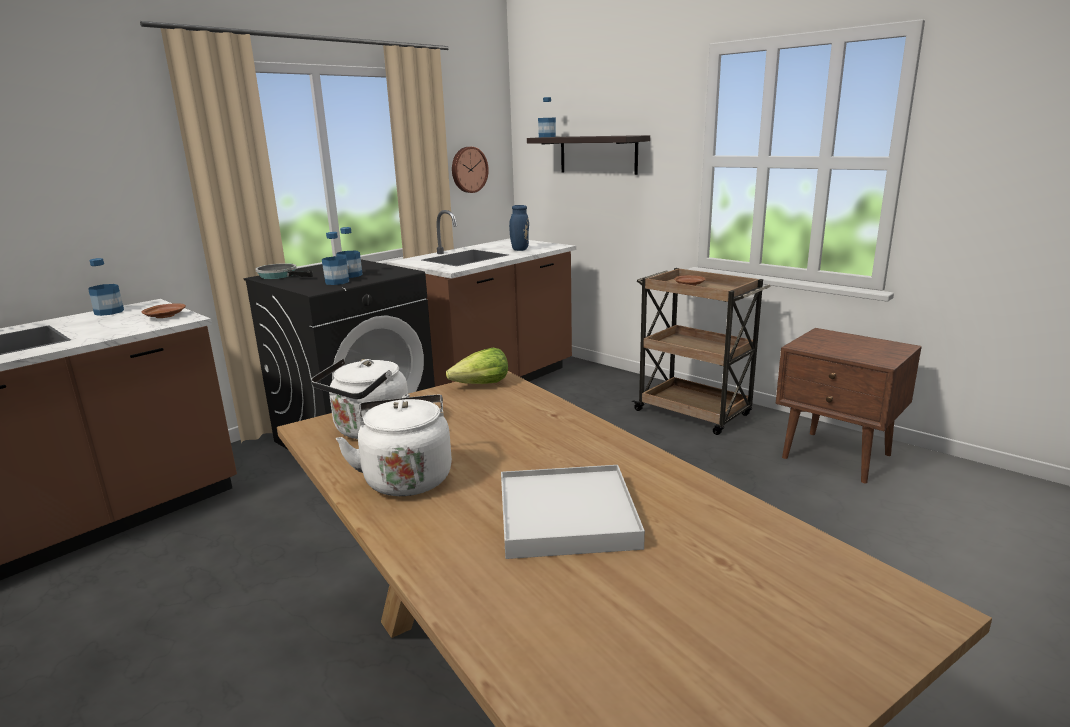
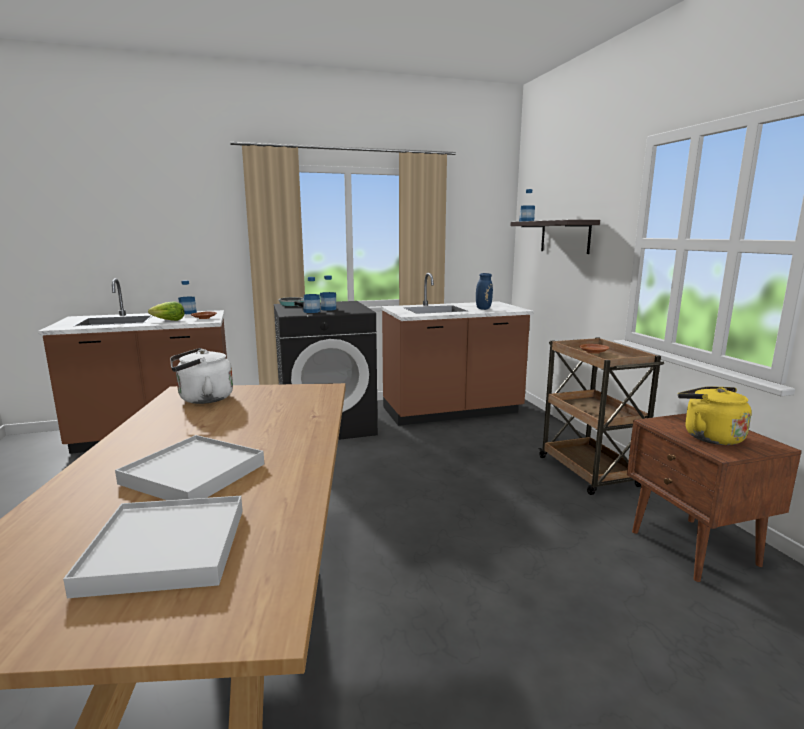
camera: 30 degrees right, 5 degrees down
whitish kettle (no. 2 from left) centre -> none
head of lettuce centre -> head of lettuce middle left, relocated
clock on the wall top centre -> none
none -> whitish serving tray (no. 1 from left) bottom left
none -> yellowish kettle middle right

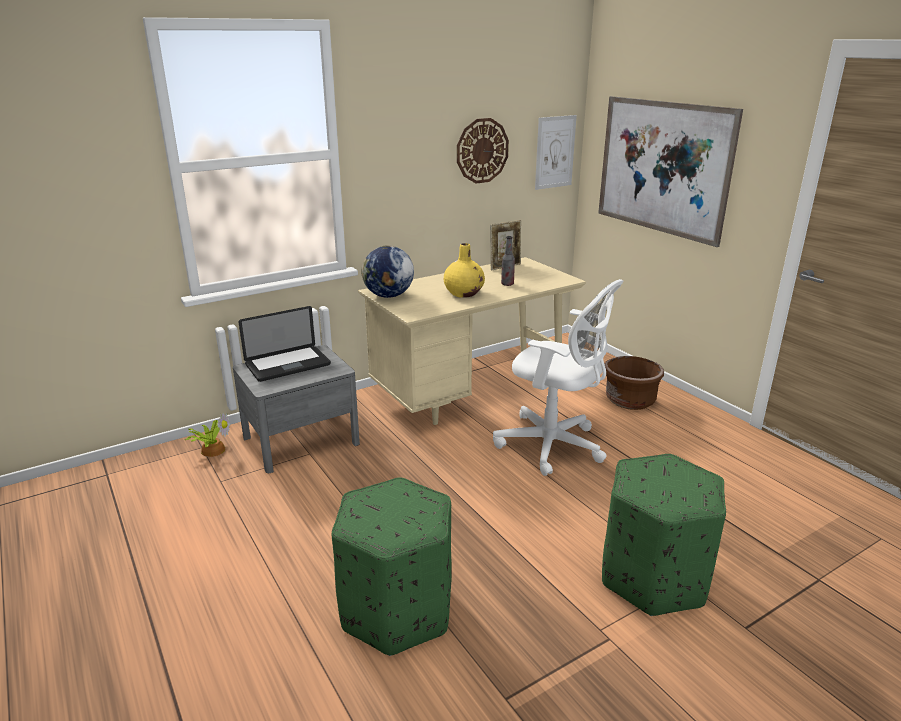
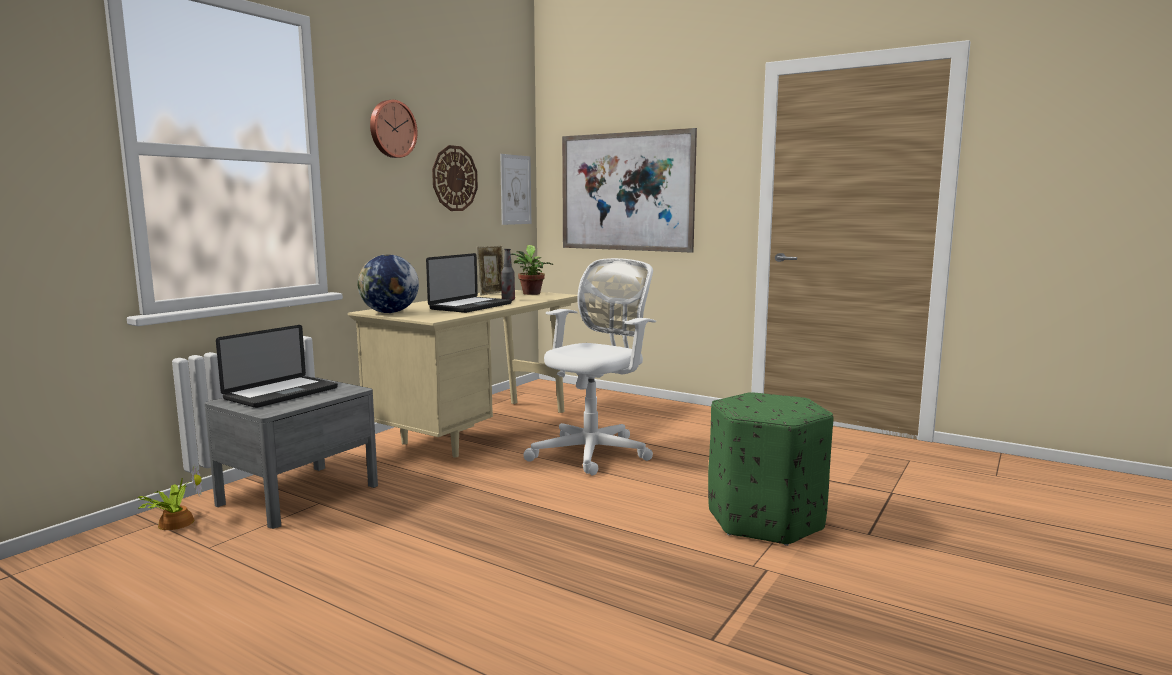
camera: 25 degrees left, 15 degrees down
green pouffe (no. 1 from left) bottom centre -> none
yellowish flower vase centre -> portable computer (no. 2 from left) centre
whitish office chair centre, 60 degrees counterclockwise
brown planter middle right -> none
none -> clock on the wall (no. 1 from left) top centre
none -> potted plant (no. 2 from left) centre

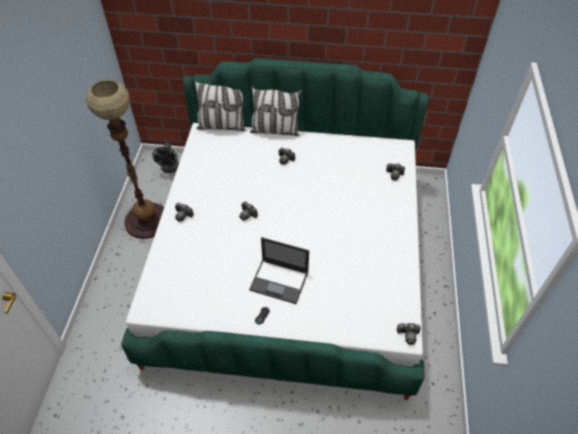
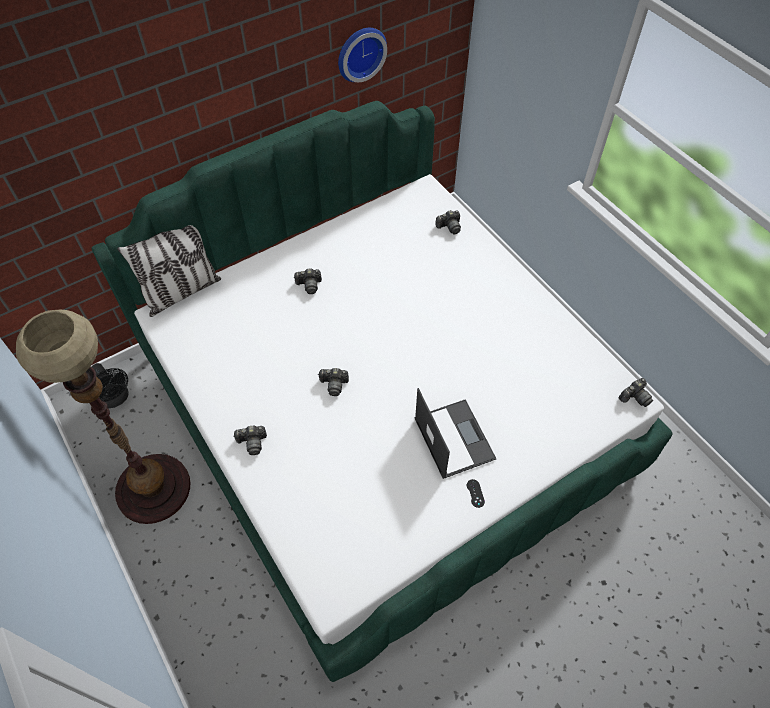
camera: 40 degrees left, 5 degrees up
portable computer centre, 90 degrees counterclockwise
pillow (no. 2 from left) top centre -> none
none -> clock on the wall top centre

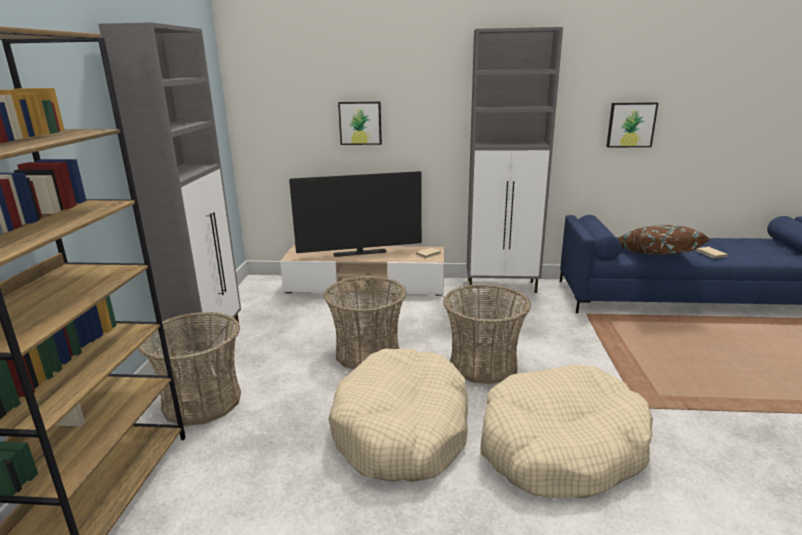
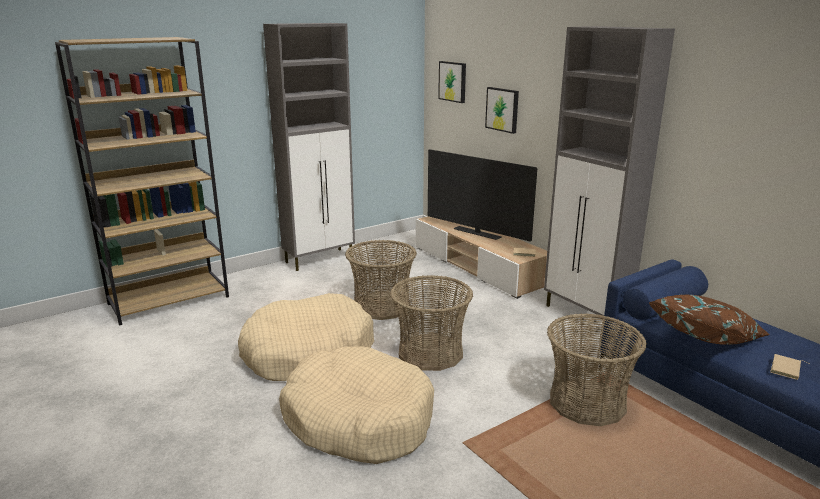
camera: 50 degrees right, 0 degrees up
basket (no. 1 from left in the first image) bottom left -> basket (no. 3 from left) bottom right, relocated
wall picture (no. 2 from left in the first image) top right -> wall picture (no. 1 from left) top centre, relocated

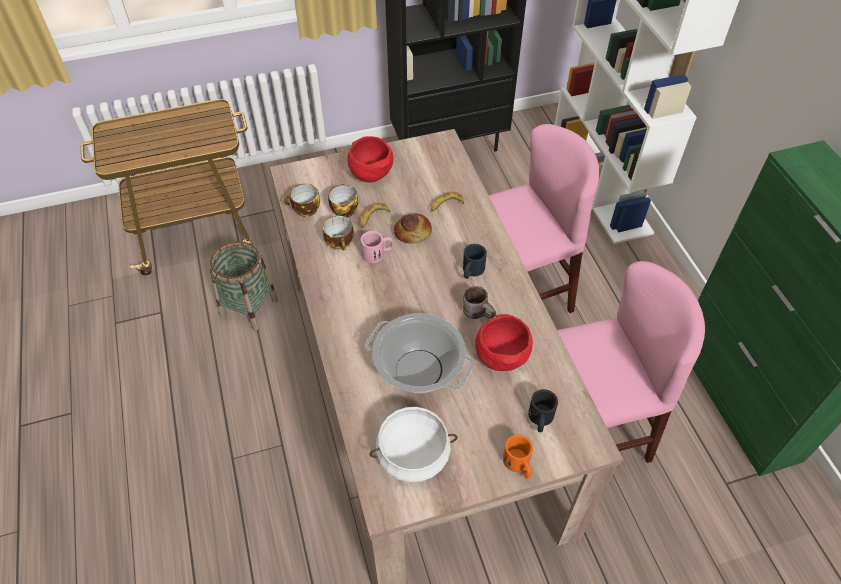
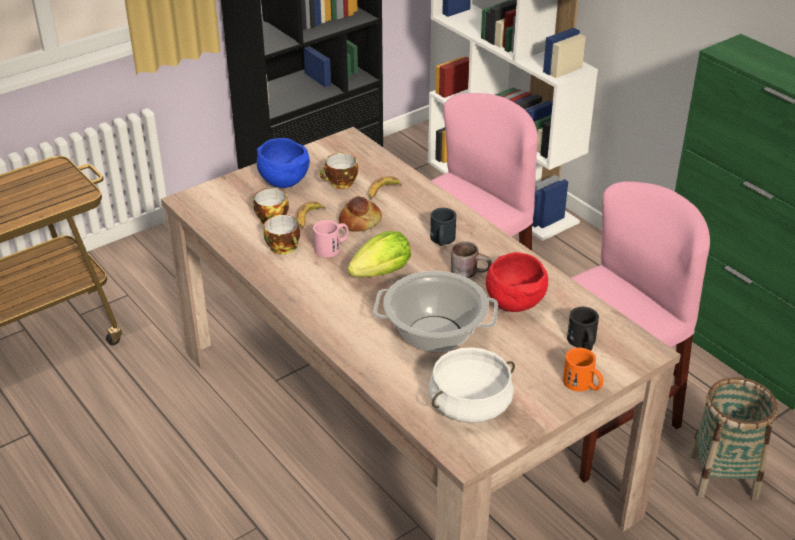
camera: 20 degrees left, 15 degrees down
basket middle left -> basket bottom right, relocated
small cup (no. 1 from left in the first image) centre -> small cup (no. 3 from left) top centre, relocated
reddish bowl (no. 1 from left) top centre -> blue-coloured bowl top centre
none -> head of lettuce centre

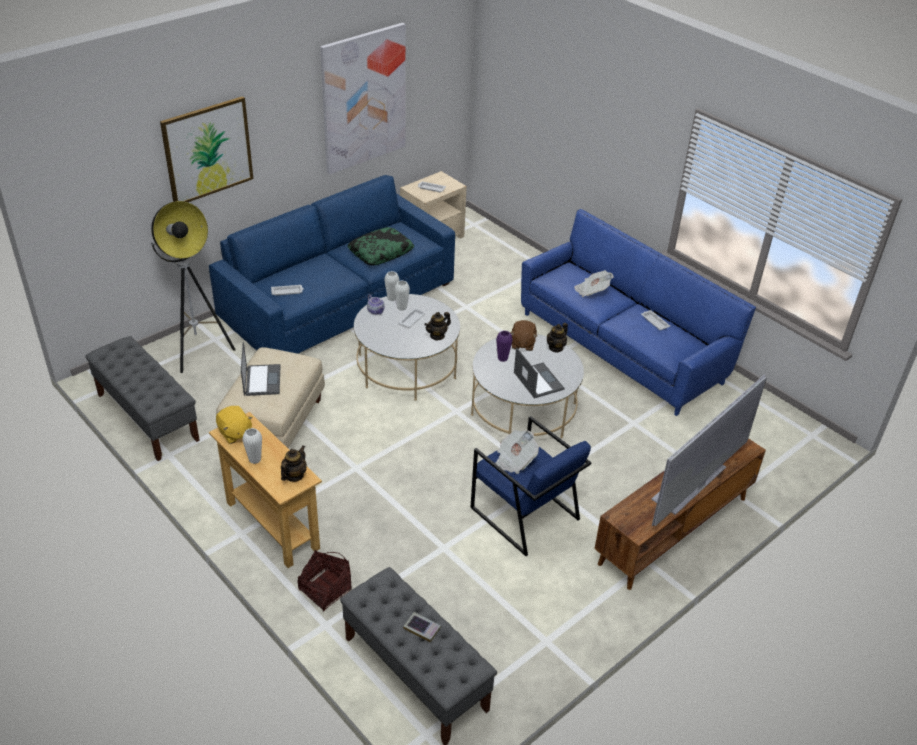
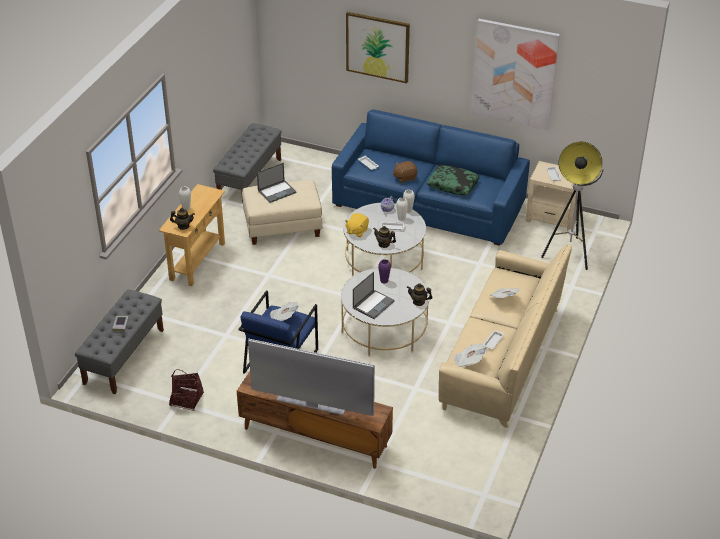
camera: 65 degrees right, 0 degrees up
standing lamp middle left -> standing lamp middle right, relocated
yellowish cuddly toy middle left -> yellowish cuddly toy centre, relocated
basket bottom centre -> basket bottom left, relocated
brown cuddly toy centre -> brown cuddly toy top centre, relocated
blue-coloured settee (no. 2 from left) middle right -> beige settee middle right
none -> printed paper (no. 2 from left) centre

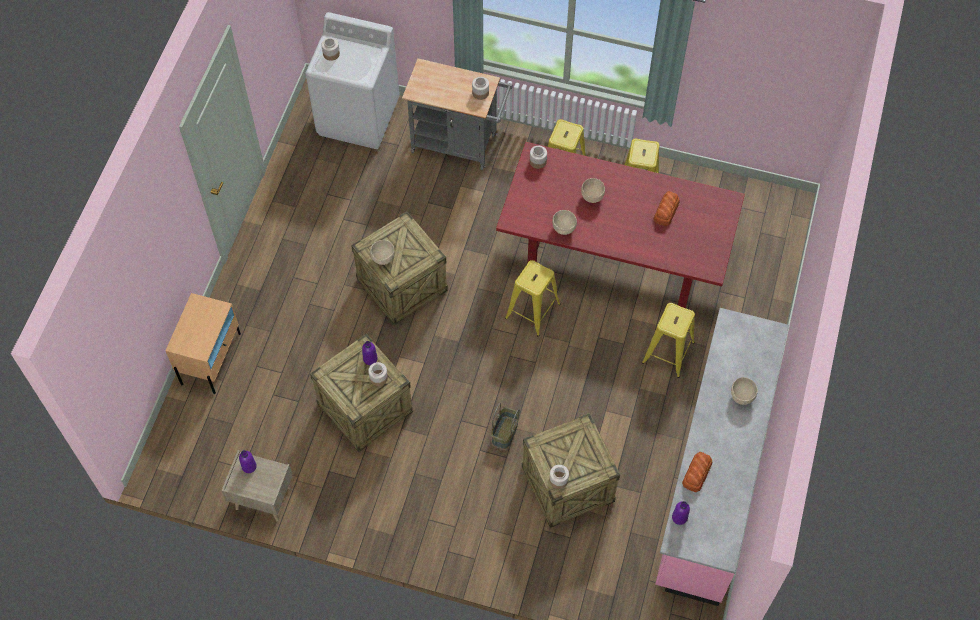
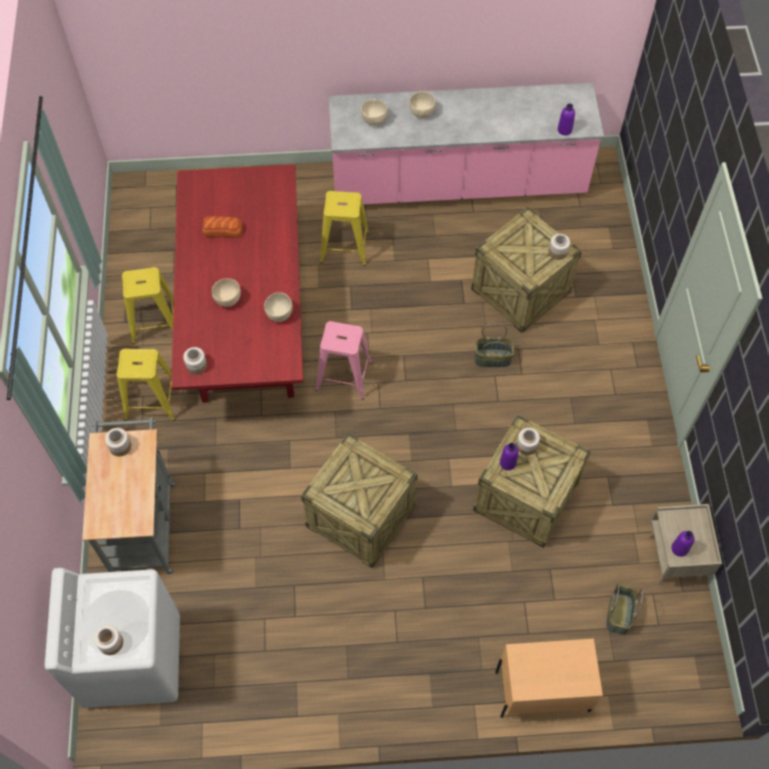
camera: 110 degrees left, 0 degrees up
beige bowl (no. 1 from left in the first image) centre -> beige bowl (no. 3 from left) top centre, relocated
yellowish stool seat (no. 1 from left) centre -> pink-coloured stool seat centre
baked bread (no. 2 from left) bottom right -> none
none -> basket (no. 2 from left) bottom right

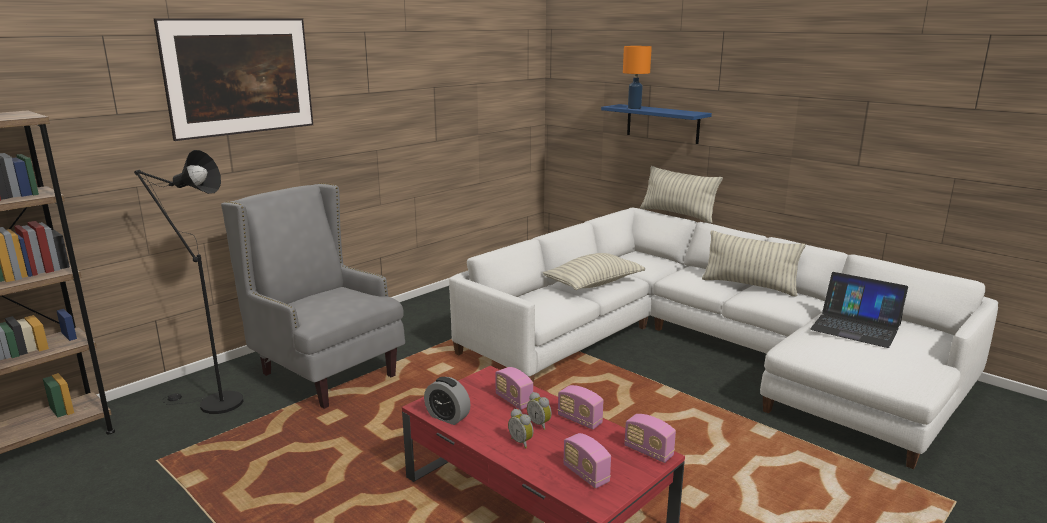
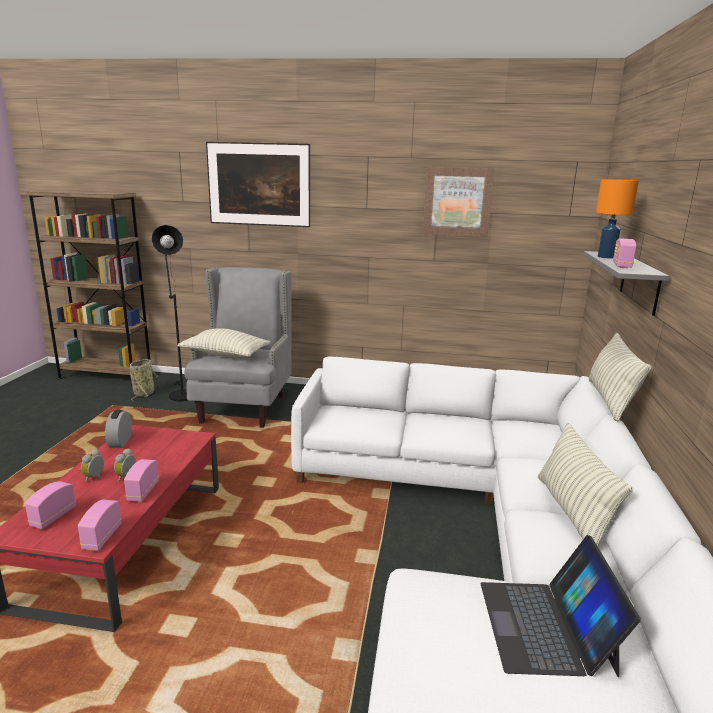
camera: 55 degrees right, 0 degrees up
radio (no. 1 from left in the first image) bottom centre -> radio (no. 4 from left) middle right, relocated
pillow (no. 1 from left) centre -> pillow (no. 1 from left) middle left, relocated
blue-coloured shelf top centre -> greyish shelf middle right
none -> basket middle left
none -> wall picture (no. 2 from left) top centre

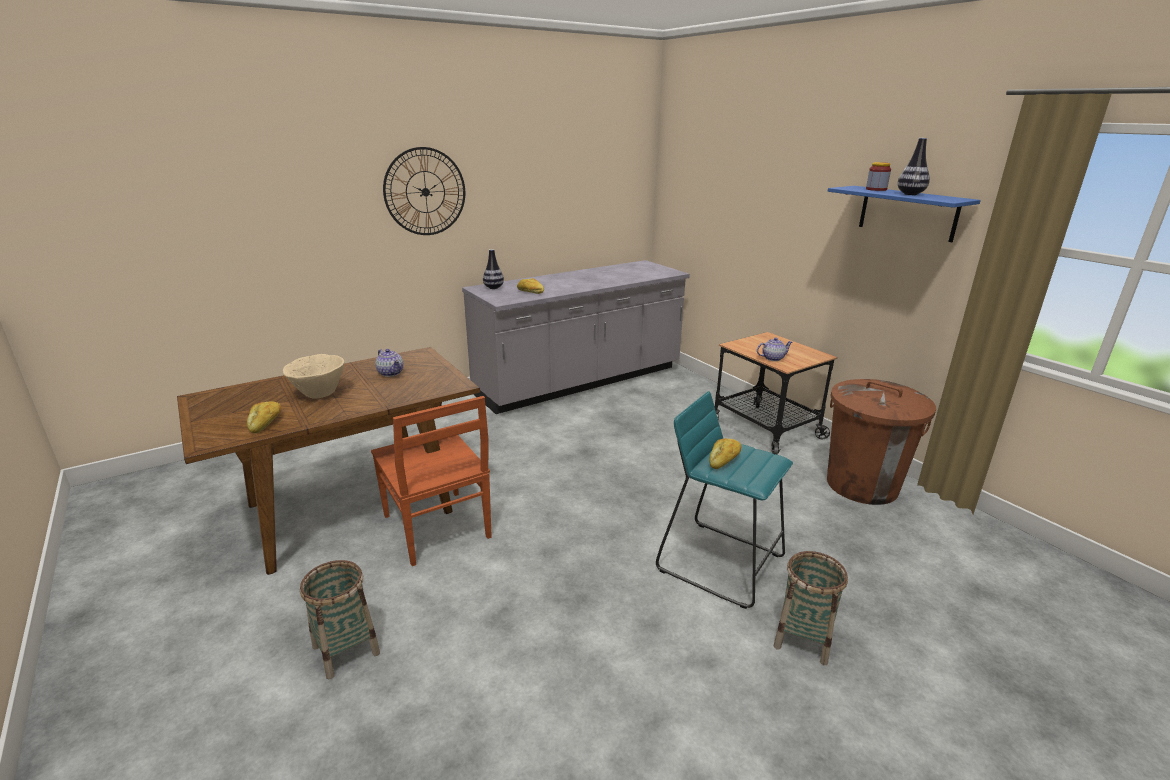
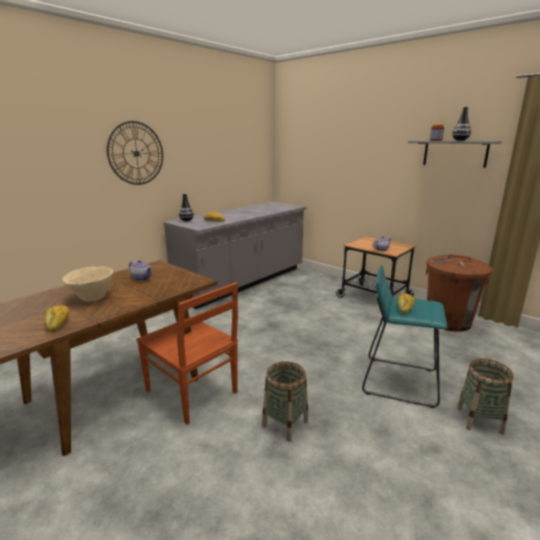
camera: 15 degrees left, 5 degrees down
basket (no. 1 from left) bottom left -> basket (no. 1 from left) bottom centre, relocated
blue-coloured shelf top right -> greyish shelf top right

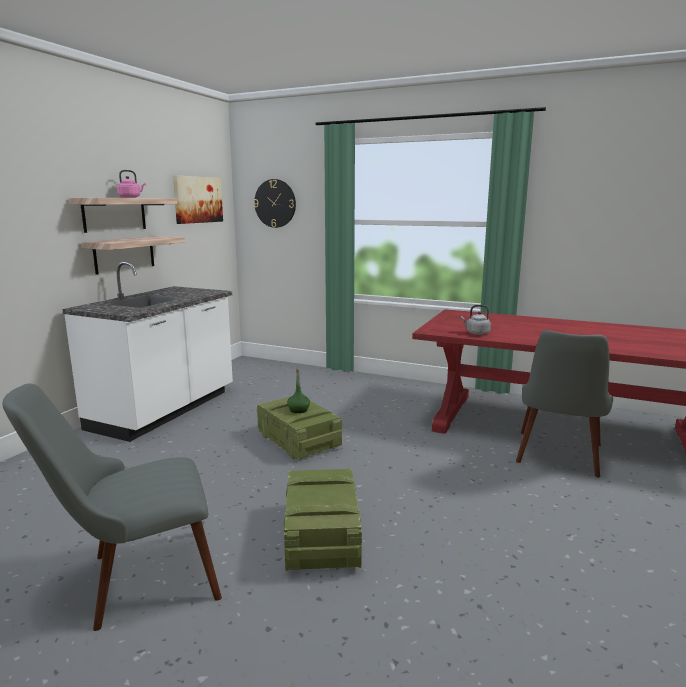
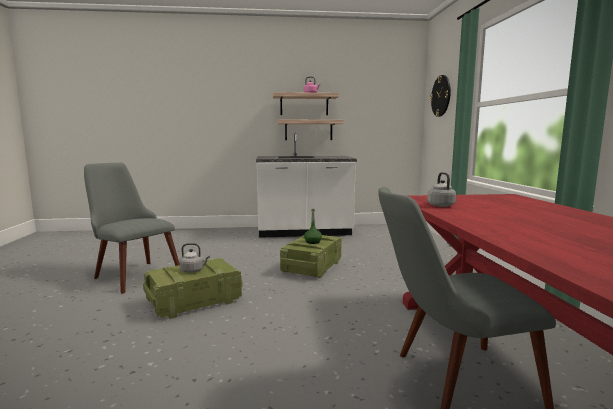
camera: 60 degrees right, 5 degrees down
wall picture top left -> none
none -> greyish kettle (no. 1 from left) middle left

